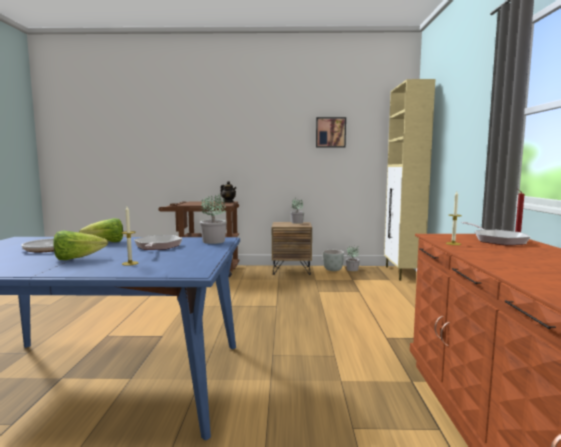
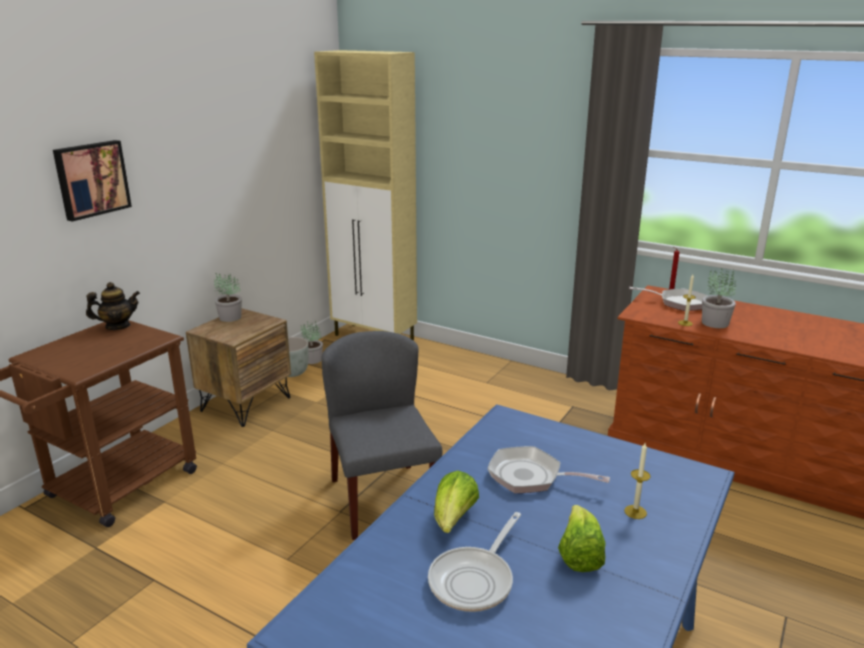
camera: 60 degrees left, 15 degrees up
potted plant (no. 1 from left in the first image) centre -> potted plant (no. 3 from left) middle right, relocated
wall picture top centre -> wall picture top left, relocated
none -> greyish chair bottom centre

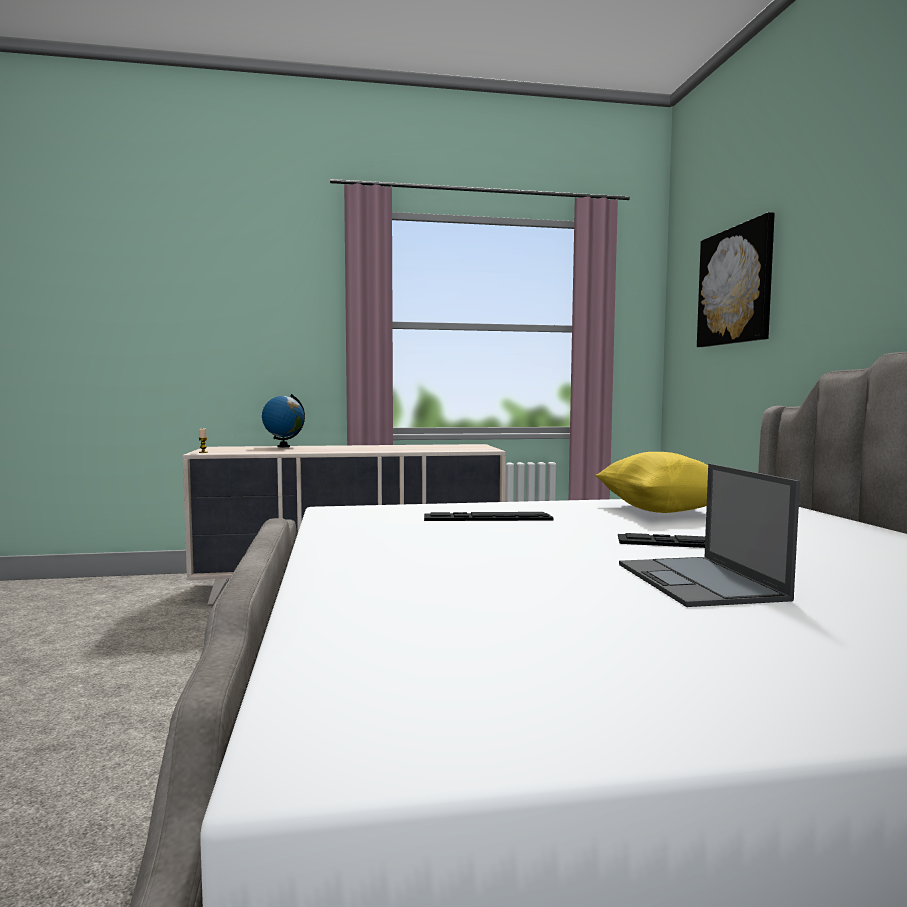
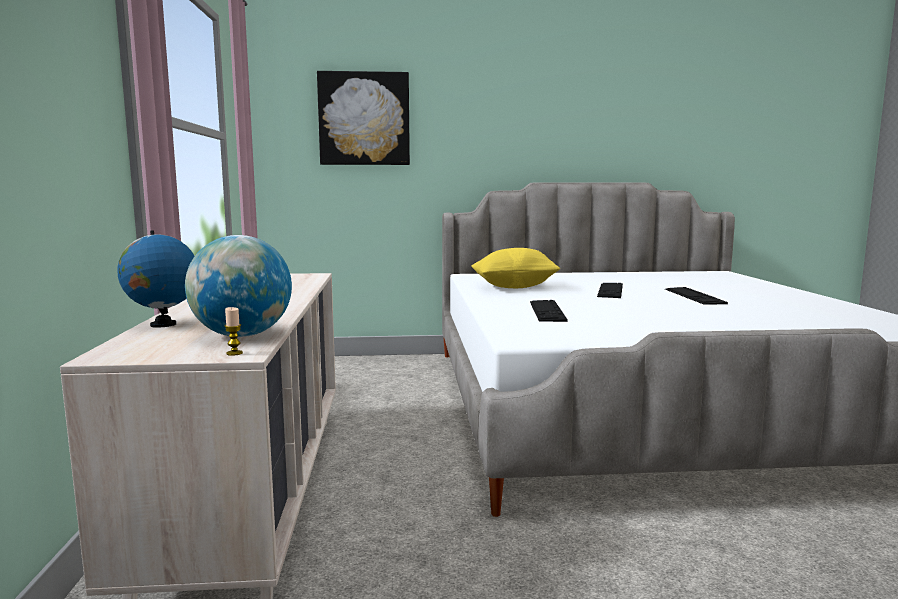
camera: 85 degrees left, 5 degrees up
portable computer middle right -> keyboard (no. 3 from left) middle right
none -> world globe (no. 2 from left) middle left

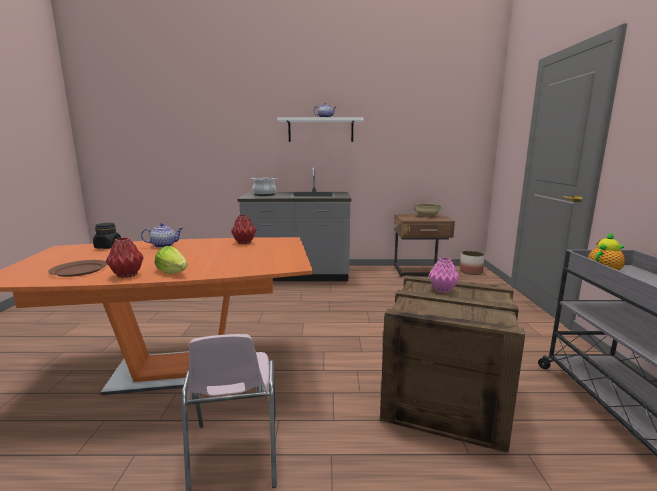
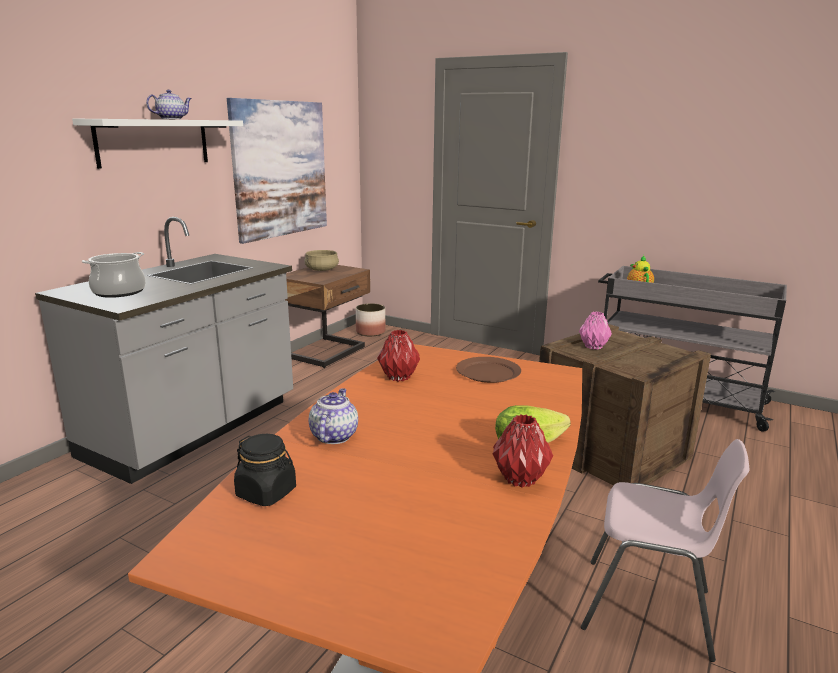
camera: 60 degrees left, 5 degrees up
brown dinner plate middle left -> brown dinner plate centre, relocated
none -> wall picture top left

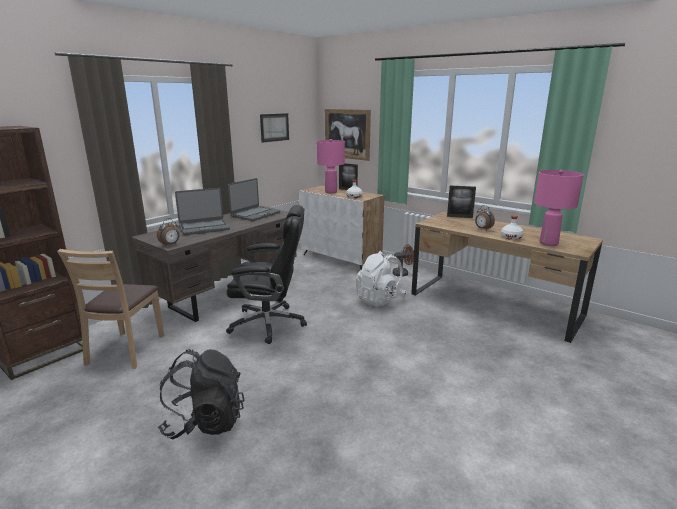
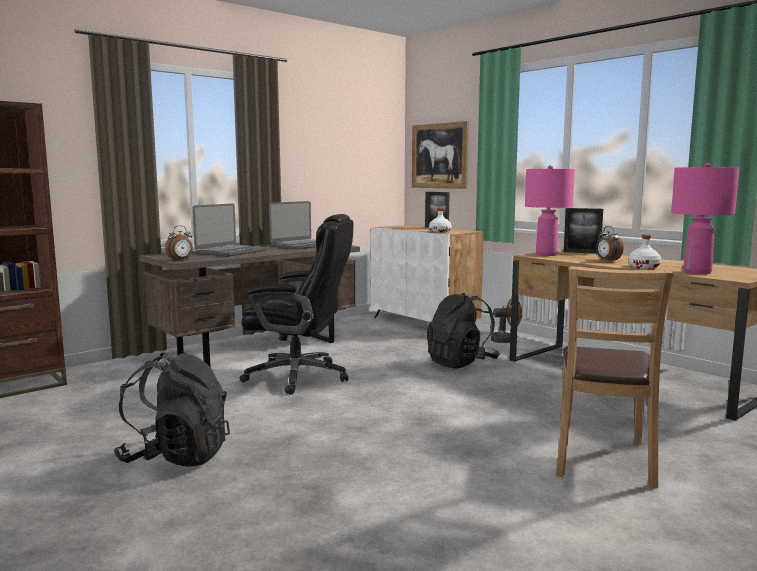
camera: 10 degrees right, 10 degrees down
brown chair middle left -> brown chair middle right, relocated
portable computer (no. 1 from left) middle left, 45 degrees counterclockwise
wall picture (no. 1 from left) top centre -> none
pink-coloured tabletop lamp (no. 1 from left) top centre -> pink-coloured tabletop lamp (no. 1 from left) middle right, relocated
whitish rucksack centre -> blackish rucksack (no. 2 from left) centre

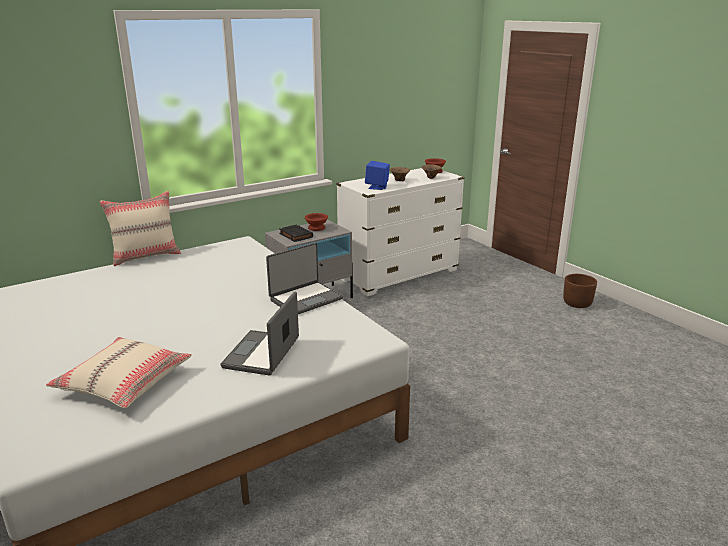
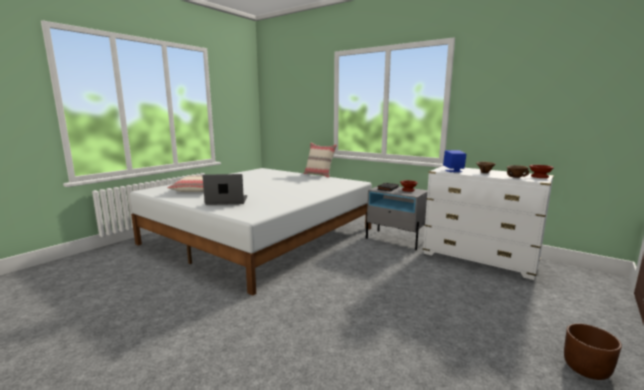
camera: 70 degrees right, 10 degrees down
portable computer (no. 2 from left) centre -> none

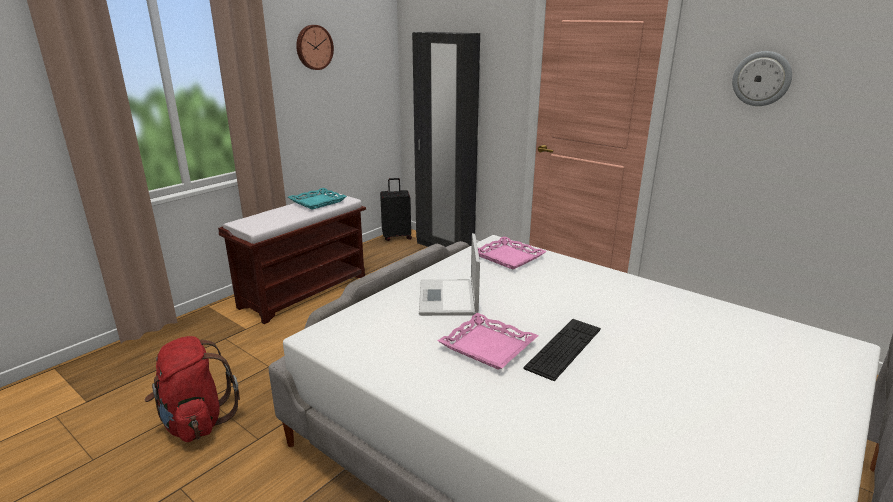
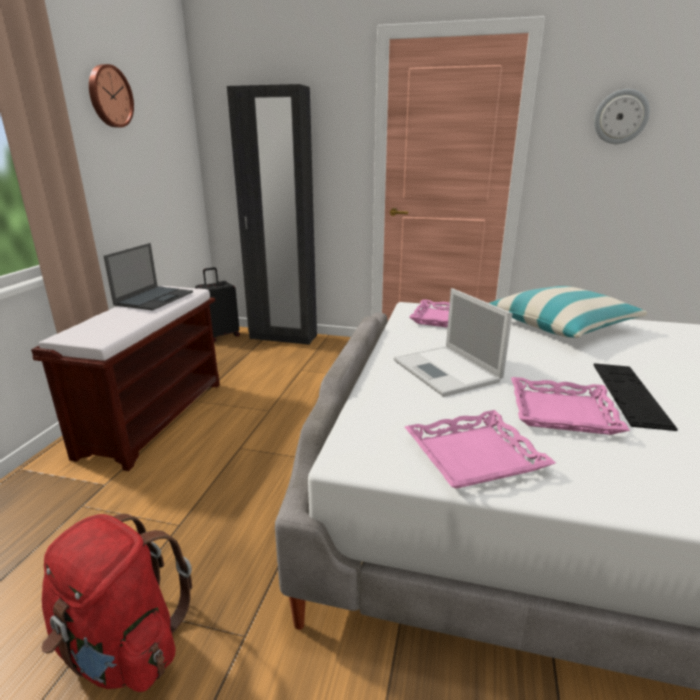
camera: 25 degrees left, 0 degrees up
blue-green serving tray centre -> portable computer (no. 1 from left) middle left
none -> pink-coloured serving tray (no. 2 from left) middle right
none -> pillow middle right

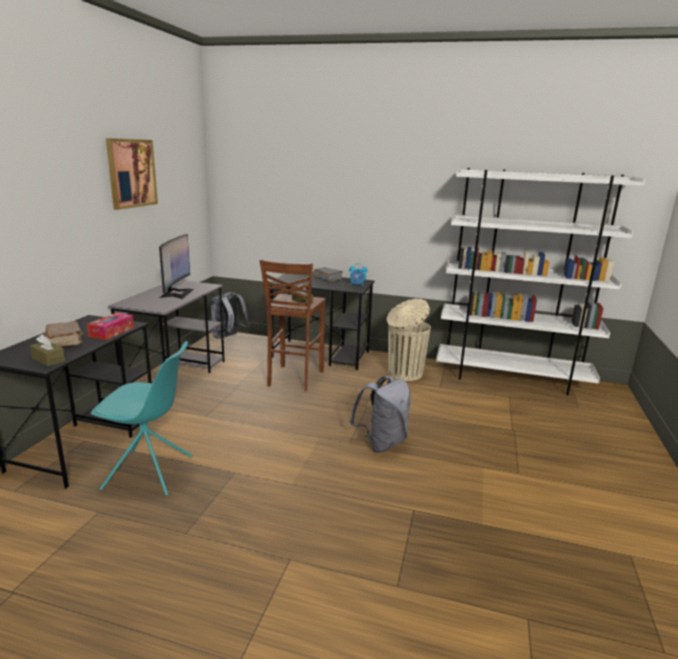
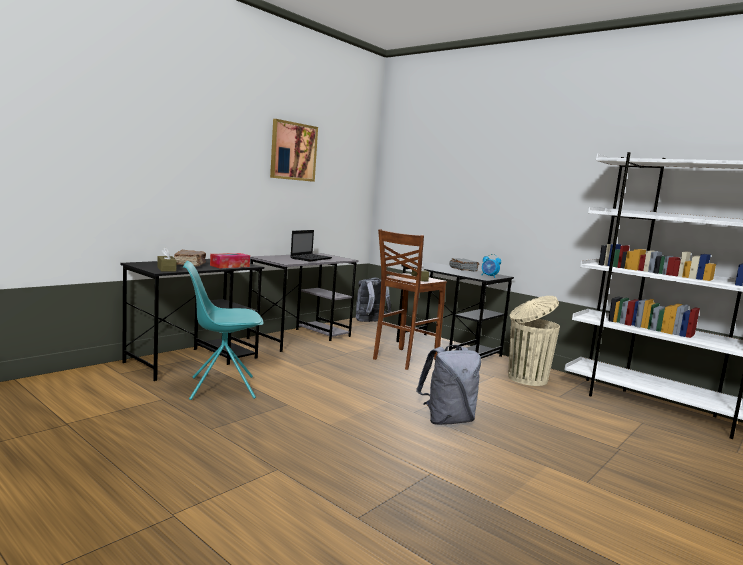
camera: 25 degrees right, 10 degrees down
blue-green chair middle left, 135 degrees clockwise
computer screen middle left -> portable computer centre

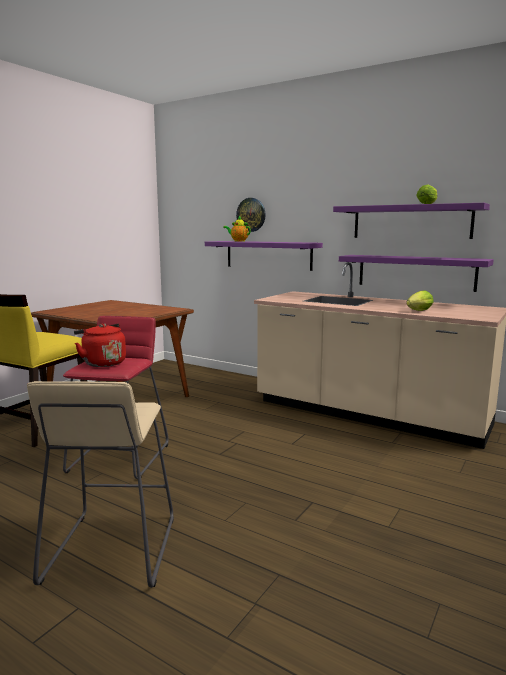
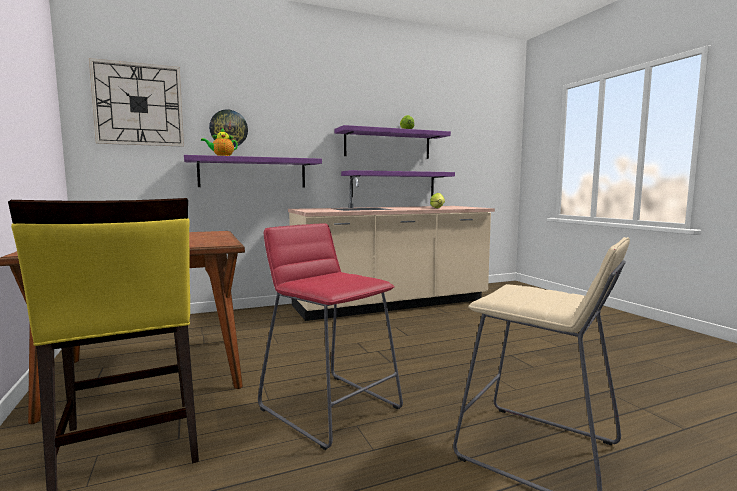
camera: 55 degrees left, 5 degrees down
reddish kettle middle left -> none
none -> clock on the wall (no. 1 from left) top left

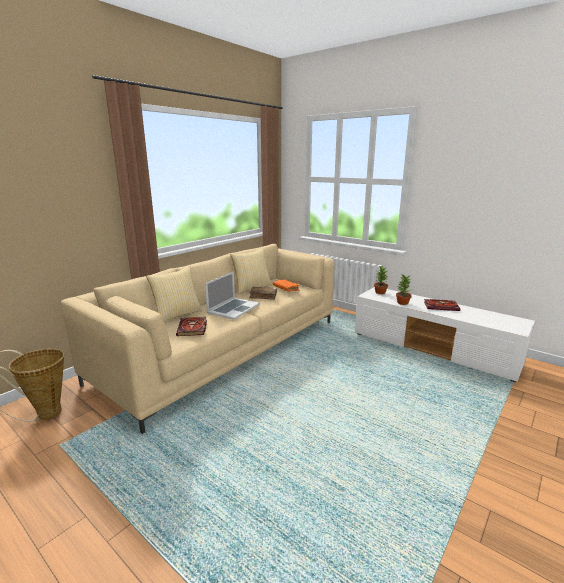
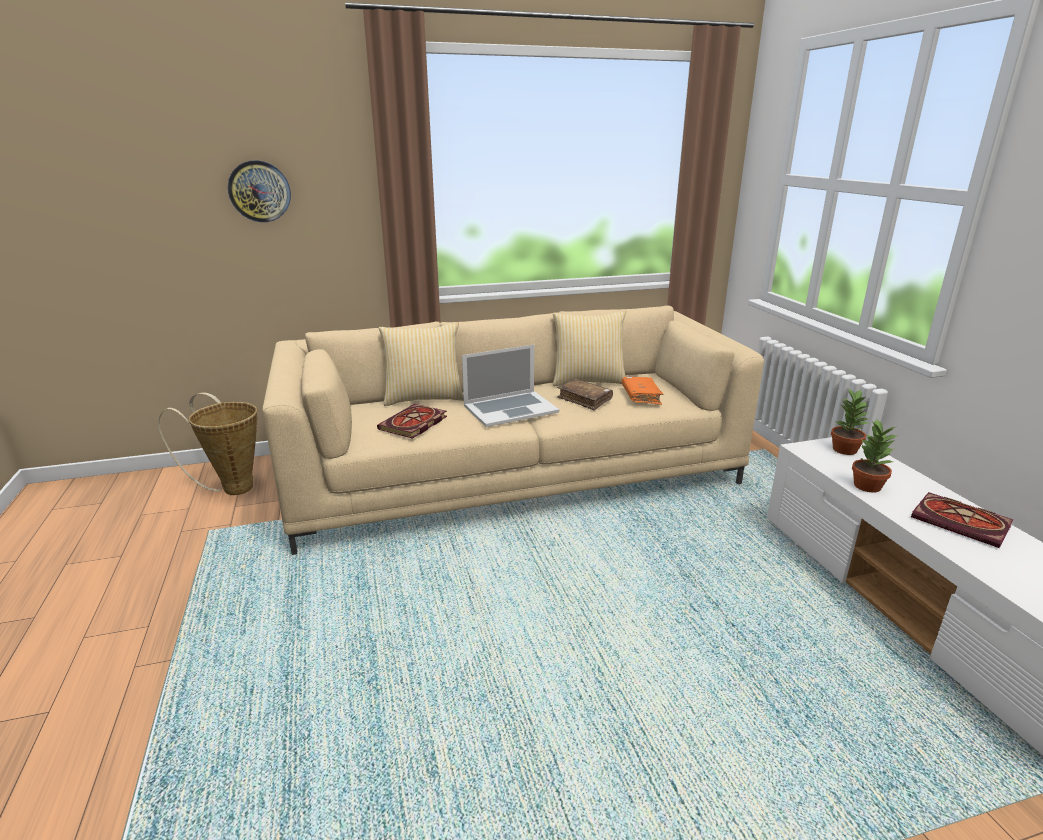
camera: 35 degrees right, 5 degrees up
none -> clock on the wall top left

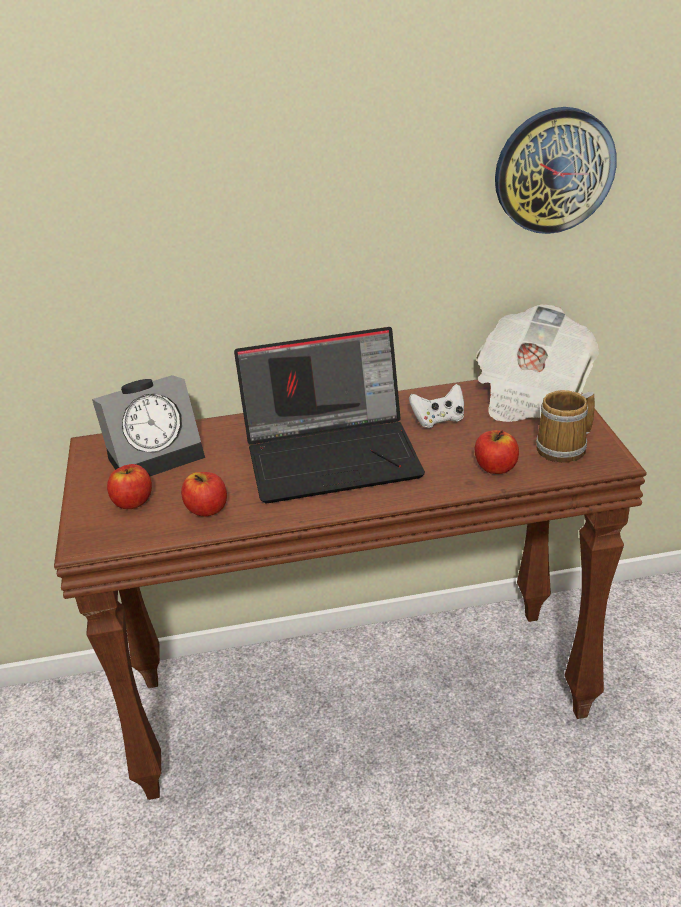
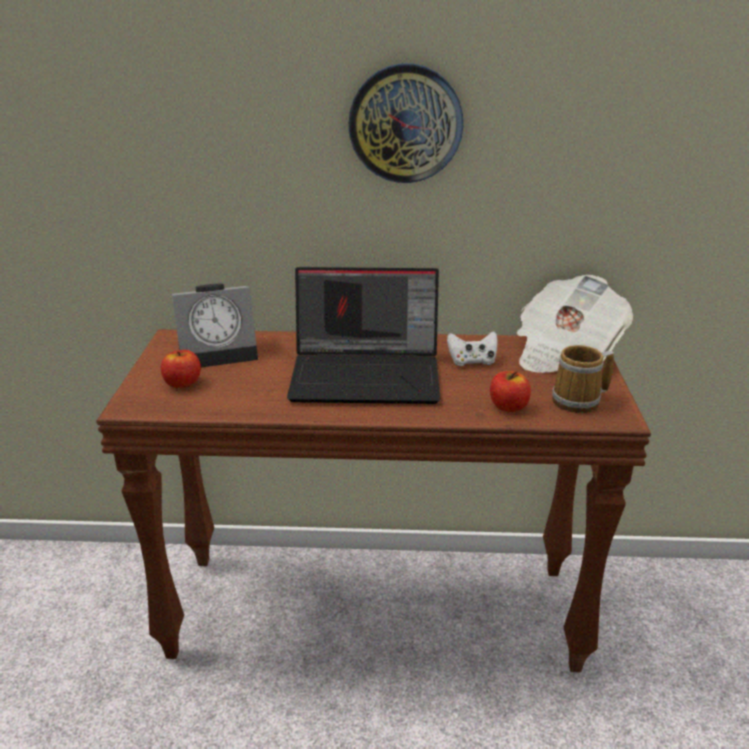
camera: 10 degrees right, 5 degrees down
apple (no. 2 from left) middle left -> none
clock on the wall top right -> clock on the wall top centre, relocated

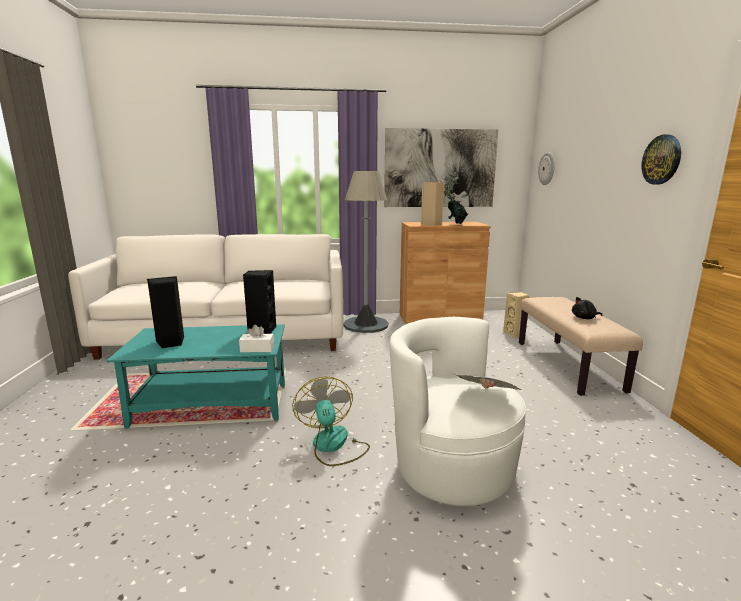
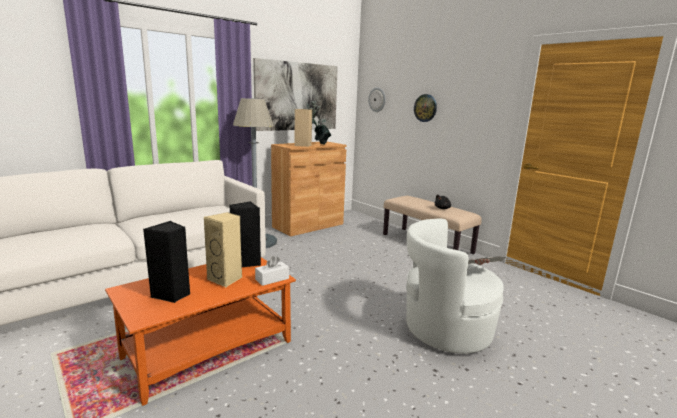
camera: 35 degrees left, 0 degrees up
blue-green lounge table middle left -> orangey lounge table bottom left
cooling fan bottom centre -> none
beige audio speaker (no. 2 from left in the first image) middle right -> beige audio speaker (no. 1 from left) middle left, relocated
clock on the wall (no. 2 from left) top right -> clock on the wall (no. 2 from left) top centre, relocated

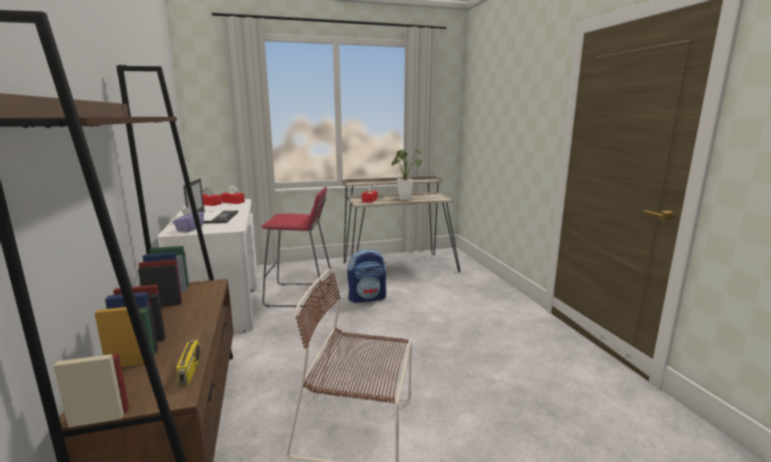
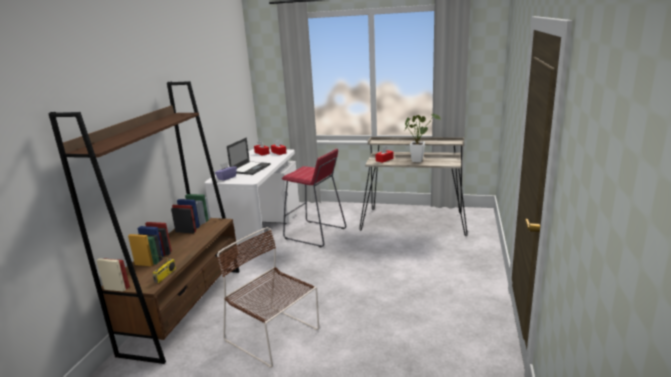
camera: 30 degrees right, 5 degrees up
rucksack centre -> none

